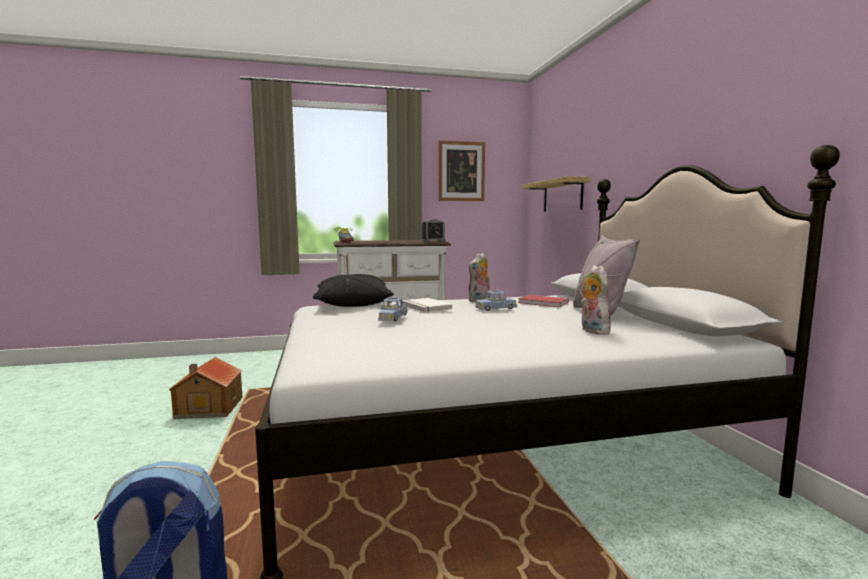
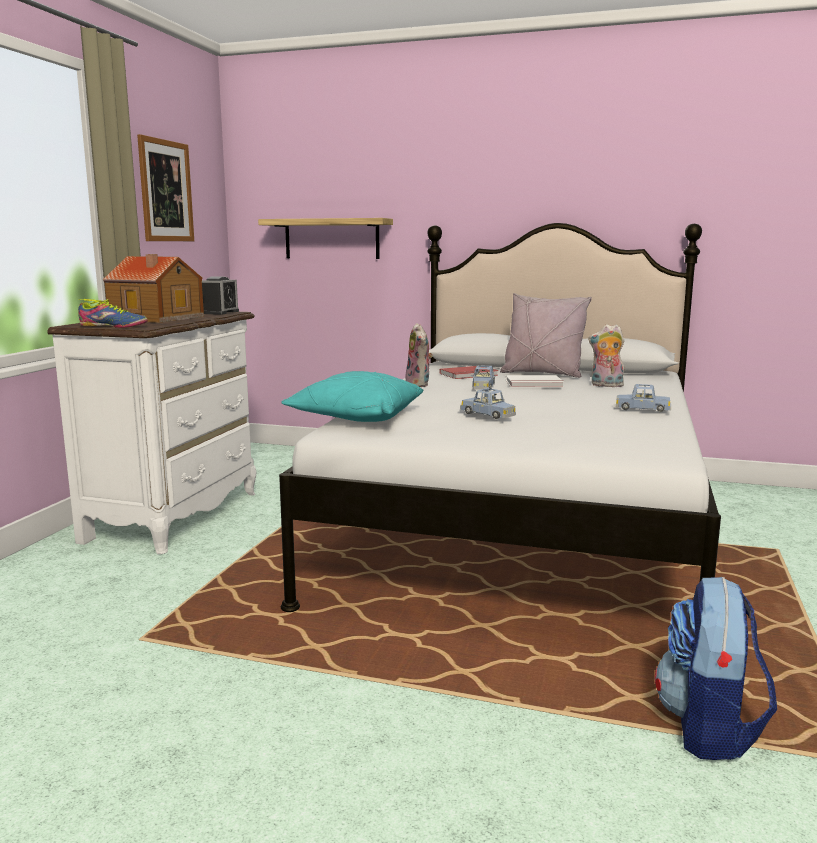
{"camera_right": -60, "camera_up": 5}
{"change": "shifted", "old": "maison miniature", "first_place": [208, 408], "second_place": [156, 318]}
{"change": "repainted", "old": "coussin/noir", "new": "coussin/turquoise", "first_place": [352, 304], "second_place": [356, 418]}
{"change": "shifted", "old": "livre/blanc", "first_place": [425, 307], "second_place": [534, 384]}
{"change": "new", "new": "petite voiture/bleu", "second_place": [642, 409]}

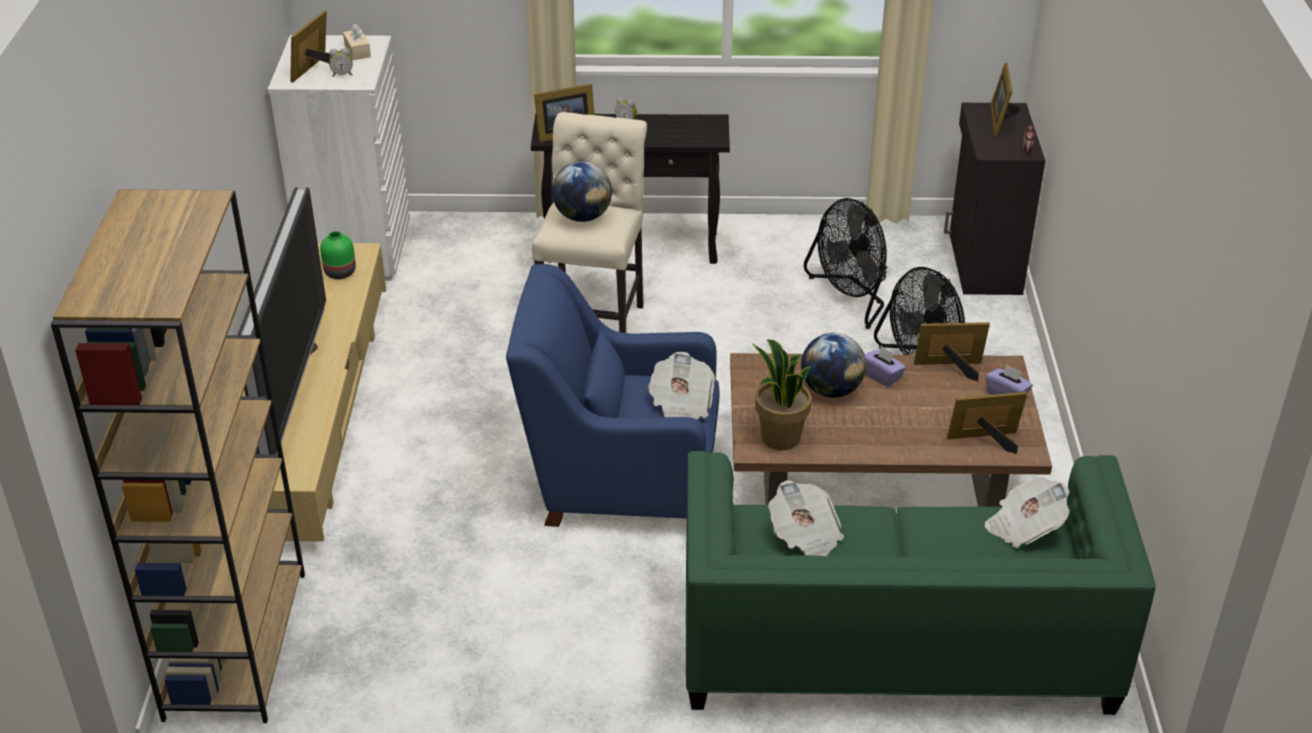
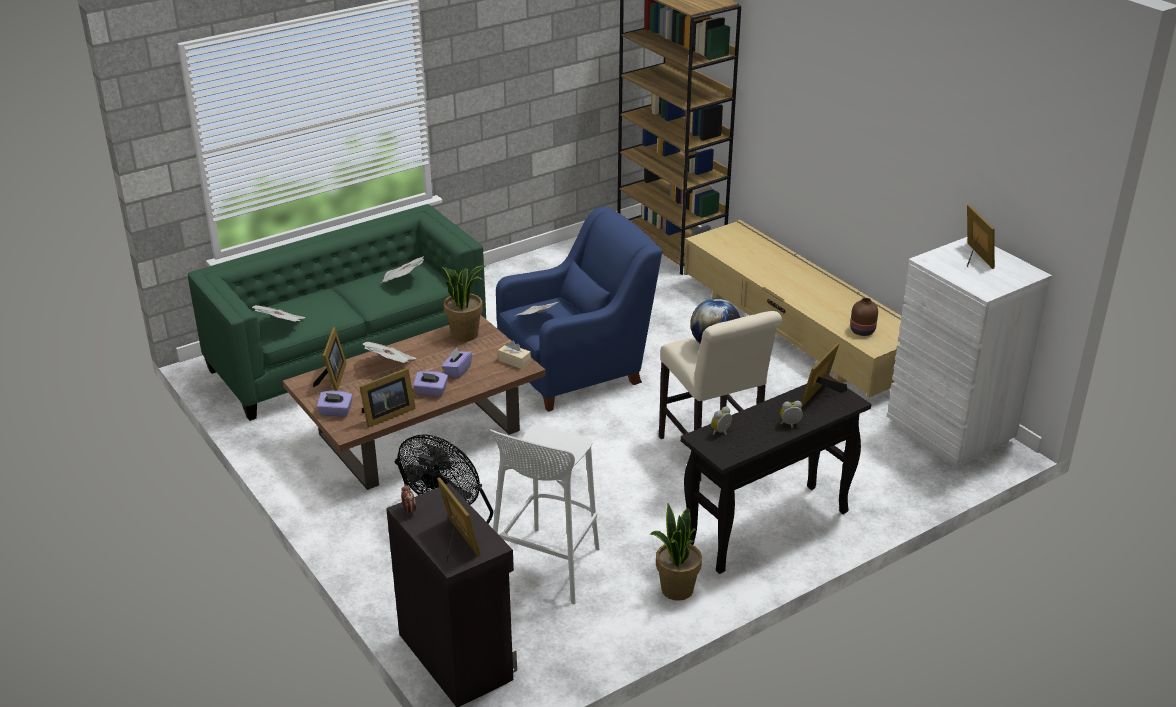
{"camera_right": 145, "camera_up": -5}
{"change": "gone", "old": "téléviseur", "first_place": [283, 400]}
{"change": "repainted", "old": "vase/vert", "new": "vase/marron", "first_place": [340, 273], "second_place": [861, 331]}
{"change": "shifted", "old": "réveil", "first_place": [342, 74], "second_place": [721, 432]}
{"change": "shifted", "old": "boîte à mouchoirs/beige", "first_place": [357, 51], "second_place": [514, 361]}
{"change": "swapped", "old": "globe", "new": "boîte à mouchoirs/violet", "first_place": [831, 390], "second_place": [457, 371]}
{"change": "swapped", "old": "ventilateur/noir", "new": "tabouret/blanc", "first_place": [853, 294], "second_place": [547, 566]}
{"change": "rotated", "old": "cadre photo", "first_place": [986, 441], "second_place": [333, 378], "degrees": -45}
{"change": "new", "new": "journal", "second_place": [391, 364]}
{"change": "new", "new": "plante en pot", "second_place": [676, 589]}

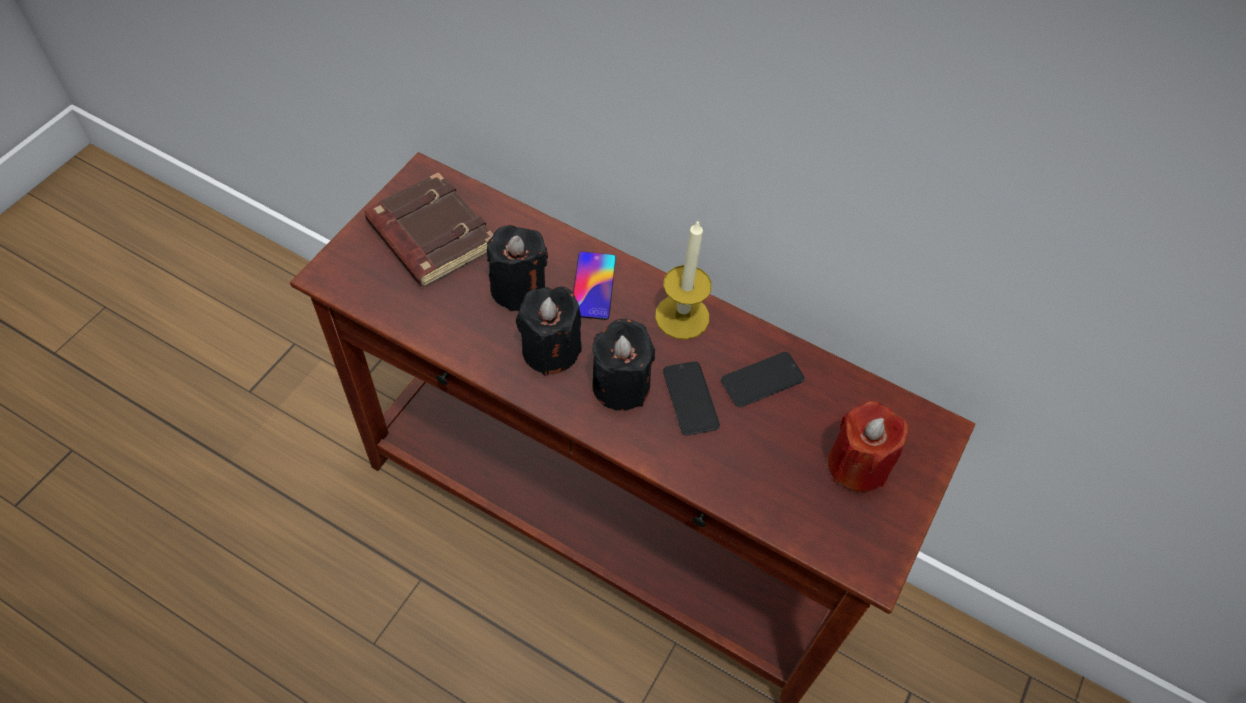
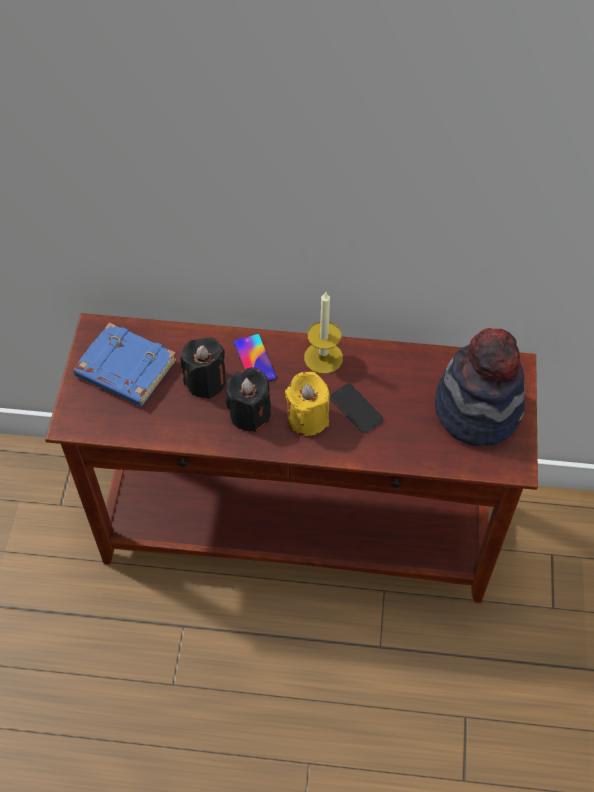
{"camera_right": -20, "camera_up": 0}
{"change": "repainted", "old": "livre/marron", "new": "livre/bleu", "first_place": [429, 236], "second_place": [124, 370]}
{"change": "repainted", "old": "bougie/noir", "new": "bougie/jaune", "first_place": [620, 385], "second_place": [307, 418]}
{"change": "gone", "old": "téléphone", "first_place": [762, 380]}
{"change": "swapped", "old": "bougie/rouge", "new": "chapeau", "first_place": [857, 465], "second_place": [478, 408]}

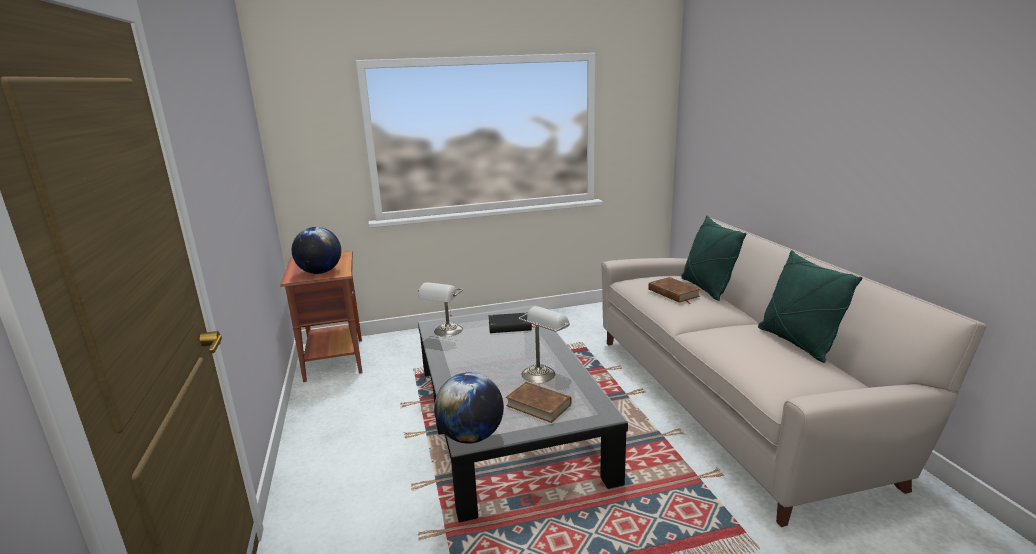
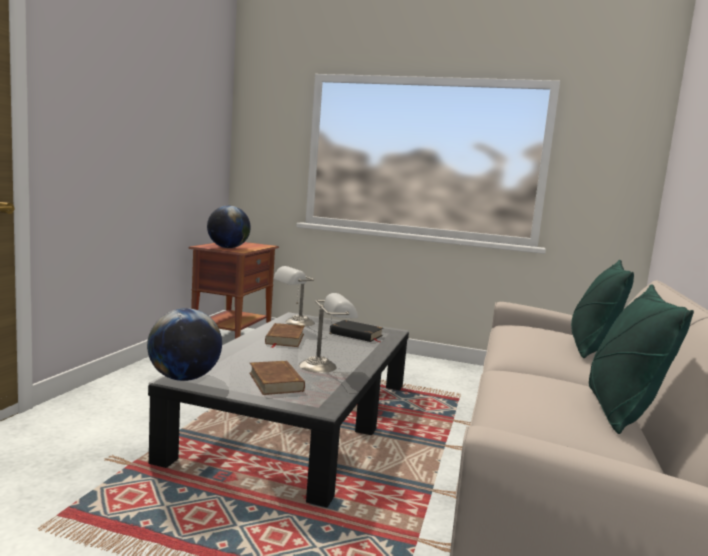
{"camera_right": 30, "camera_up": -10}
{"change": "shifted", "old": "livre/marron", "first_place": [673, 293], "second_place": [284, 339]}

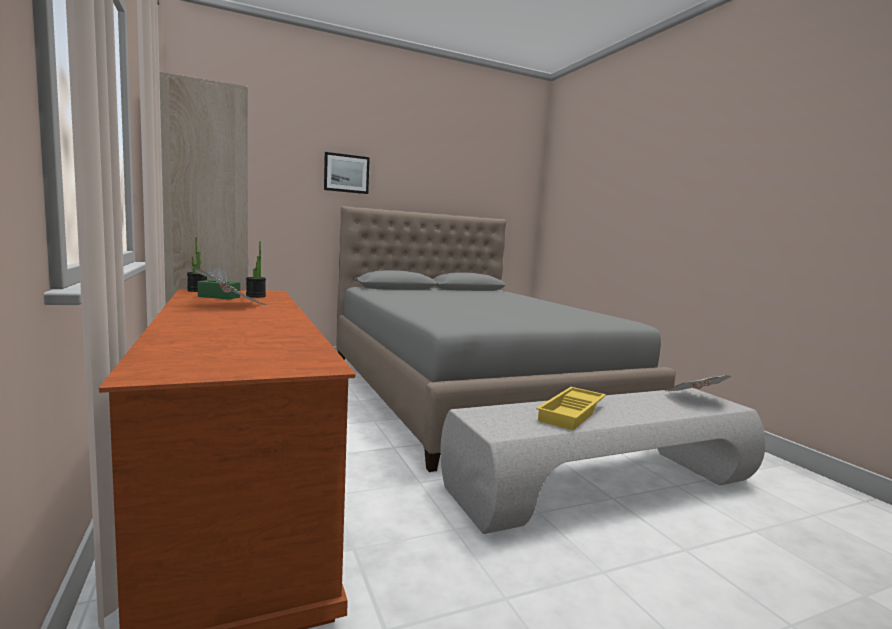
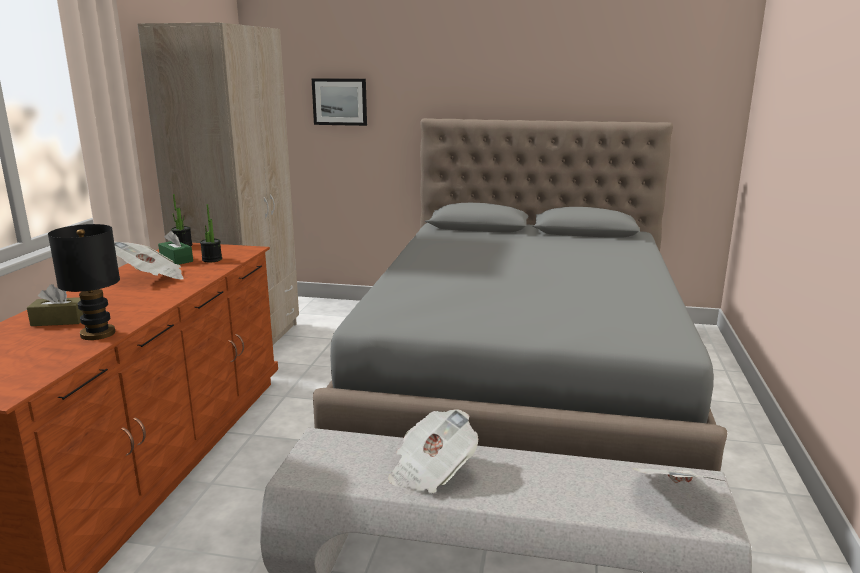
{"camera_right": 35, "camera_up": 10}
{"change": "shifted", "old": "tableau", "first_place": [346, 173], "second_place": [340, 101]}
{"change": "swapped", "old": "plateau/jaune", "new": "journal", "first_place": [572, 413], "second_place": [431, 471]}
{"change": "new", "new": "boîte à mouchoirs/marron", "second_place": [59, 320]}
{"change": "new", "new": "lampe de table/noir", "second_place": [97, 334]}

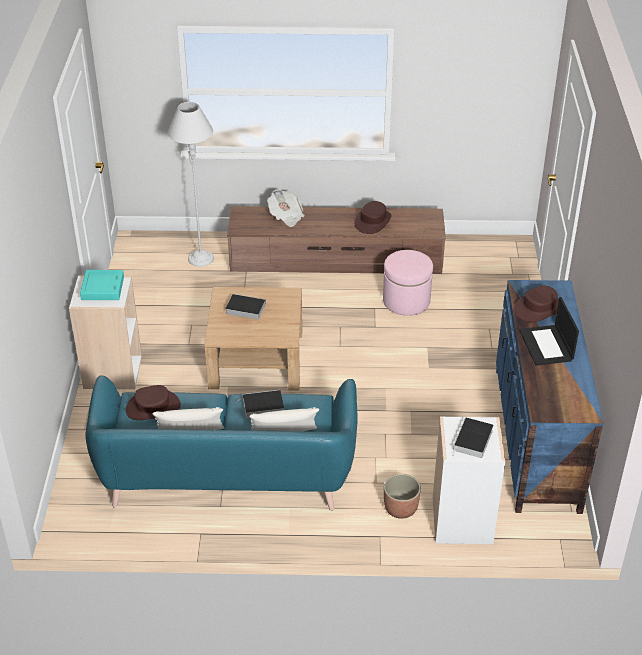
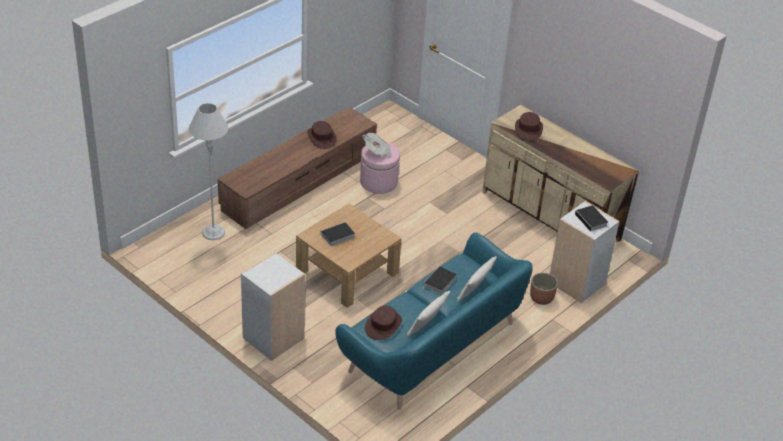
{"camera_right": -50, "camera_up": 0}
{"change": "gone", "old": "plateau/turquoise", "first_place": [102, 288]}
{"change": "shifted", "old": "journal", "first_place": [286, 216], "second_place": [377, 152]}
{"change": "repainted", "old": "meuble de rangement/bleu", "new": "meuble de rangement/beige", "first_place": [534, 439], "second_place": [550, 217]}
{"change": "gone", "old": "ordinateur portable", "first_place": [547, 346]}

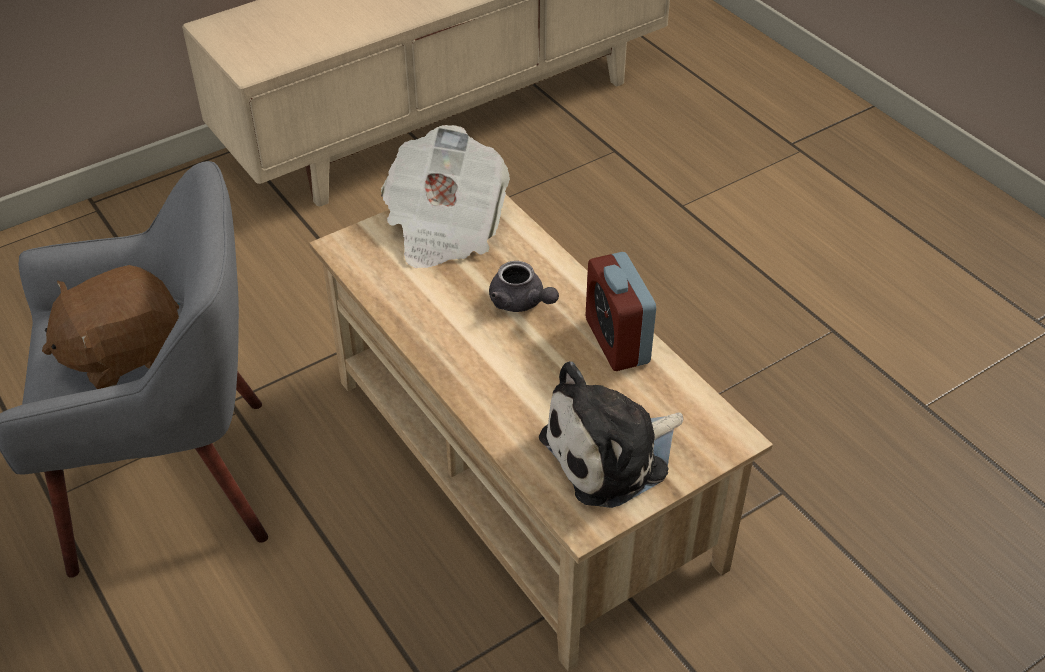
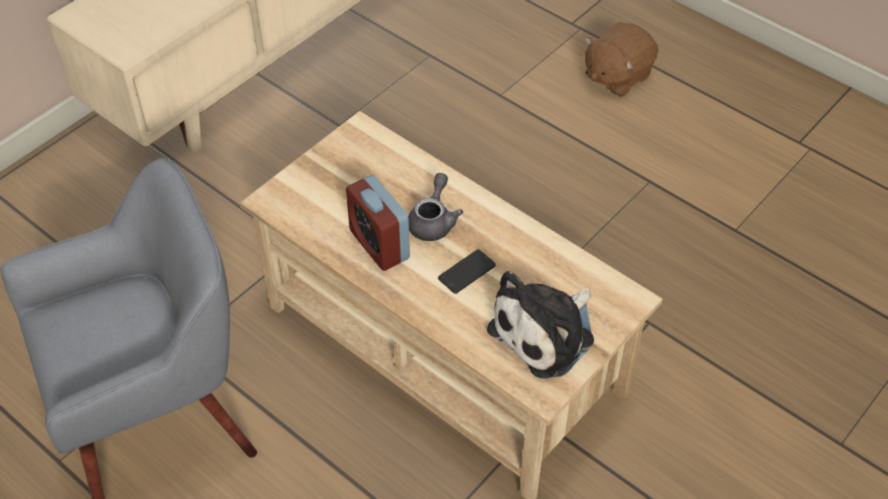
{"camera_right": -15, "camera_up": 5}
{"change": "shifted", "old": "peluche/marron", "first_place": [124, 353], "second_place": [616, 76]}
{"change": "gone", "old": "journal", "first_place": [444, 226]}
{"change": "rotated", "old": "théière/gris", "first_place": [521, 302], "second_place": [433, 221], "degrees": -105}
{"change": "shifted", "old": "réveil", "first_place": [617, 341], "second_place": [379, 245]}
{"change": "new", "new": "téléphone", "second_place": [466, 272]}

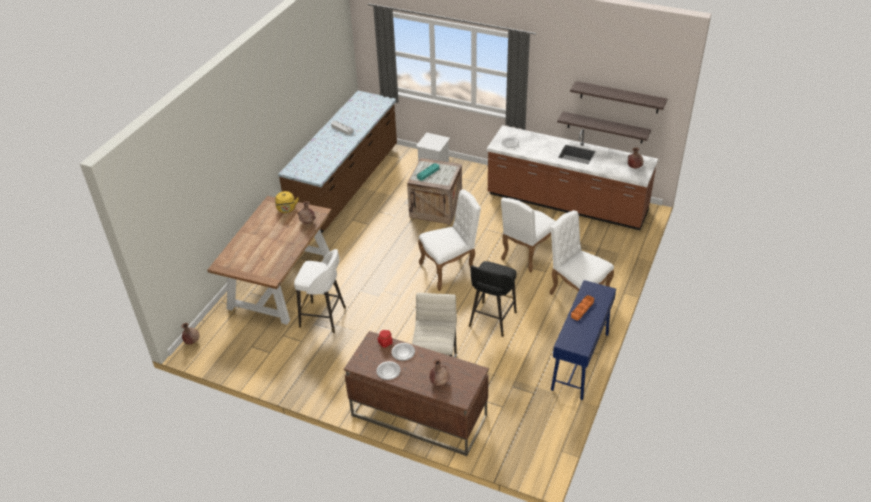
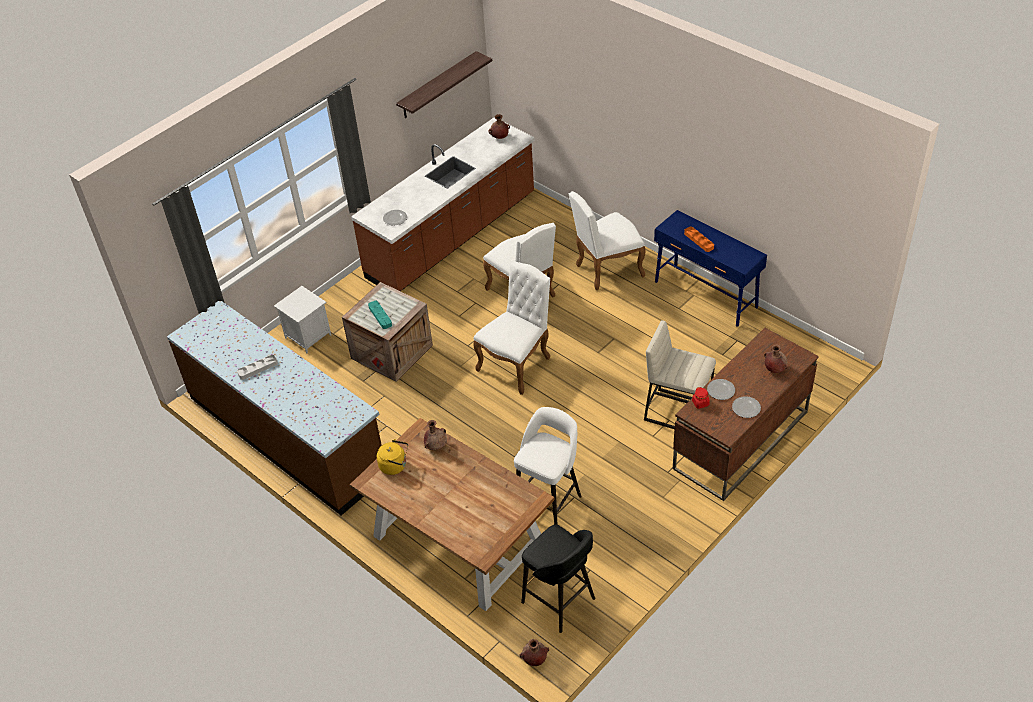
{"camera_right": -70, "camera_up": 5}
{"change": "rotated", "old": "chaise/blanc", "first_place": [449, 269], "second_place": [516, 364], "degrees": 45}
{"change": "shifted", "old": "tabouret/noir", "first_place": [491, 320], "second_place": [560, 602]}
{"change": "gone", "old": "étagère", "first_place": [605, 127]}

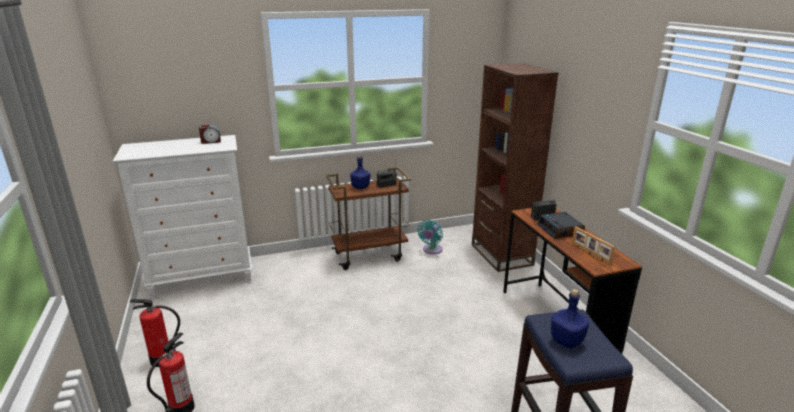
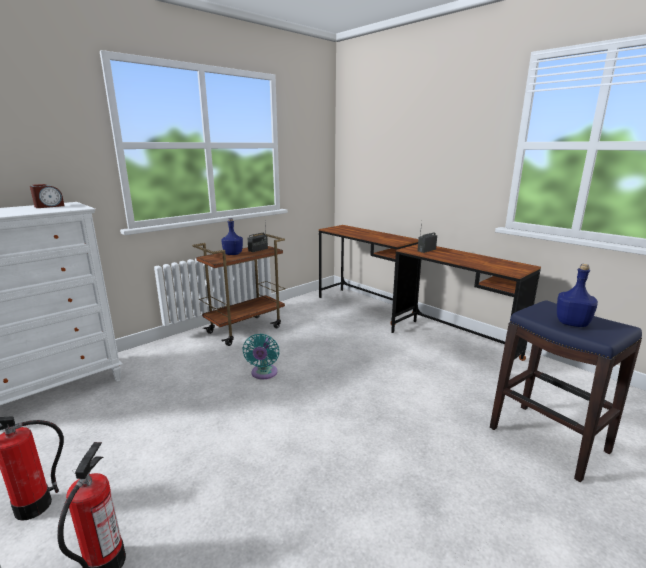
{"camera_right": -25, "camera_up": -5}
{"change": "shifted", "old": "ventilateur/turquoise", "first_place": [431, 250], "second_place": [263, 374]}
{"change": "swapped", "old": "bibliothèque/marron", "new": "bureau/marron", "first_place": [501, 254], "second_place": [364, 306]}
{"change": "gone", "old": "réveil", "first_place": [560, 230]}
{"change": "gone", "old": "cadre photo", "first_place": [590, 253]}

